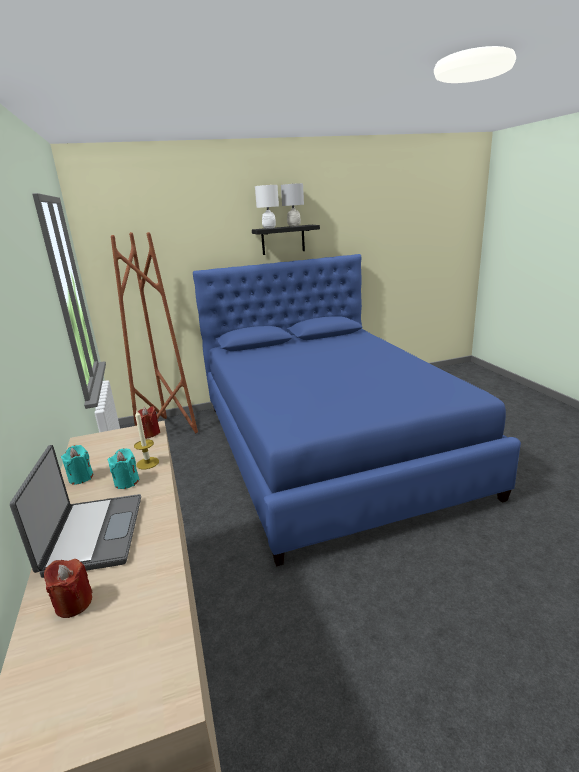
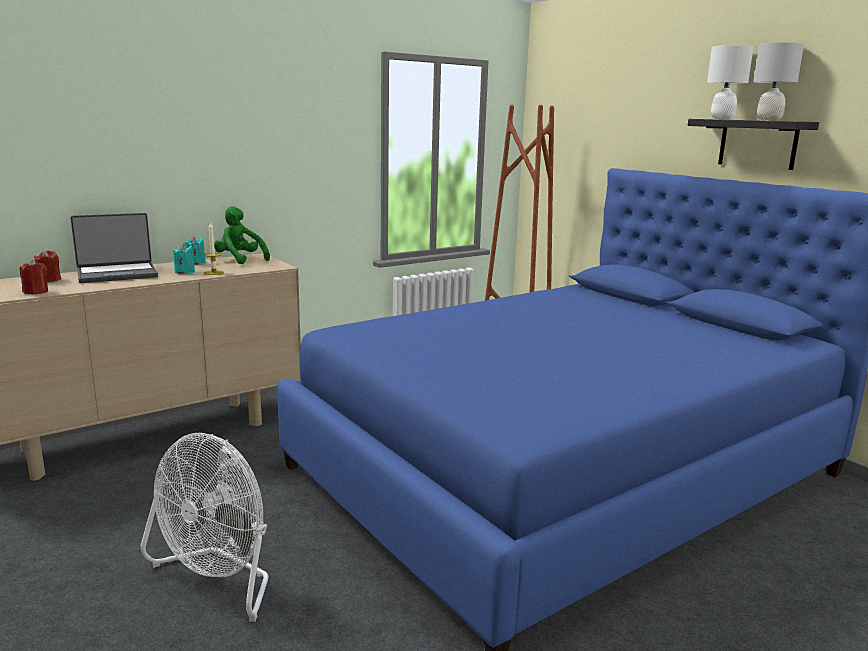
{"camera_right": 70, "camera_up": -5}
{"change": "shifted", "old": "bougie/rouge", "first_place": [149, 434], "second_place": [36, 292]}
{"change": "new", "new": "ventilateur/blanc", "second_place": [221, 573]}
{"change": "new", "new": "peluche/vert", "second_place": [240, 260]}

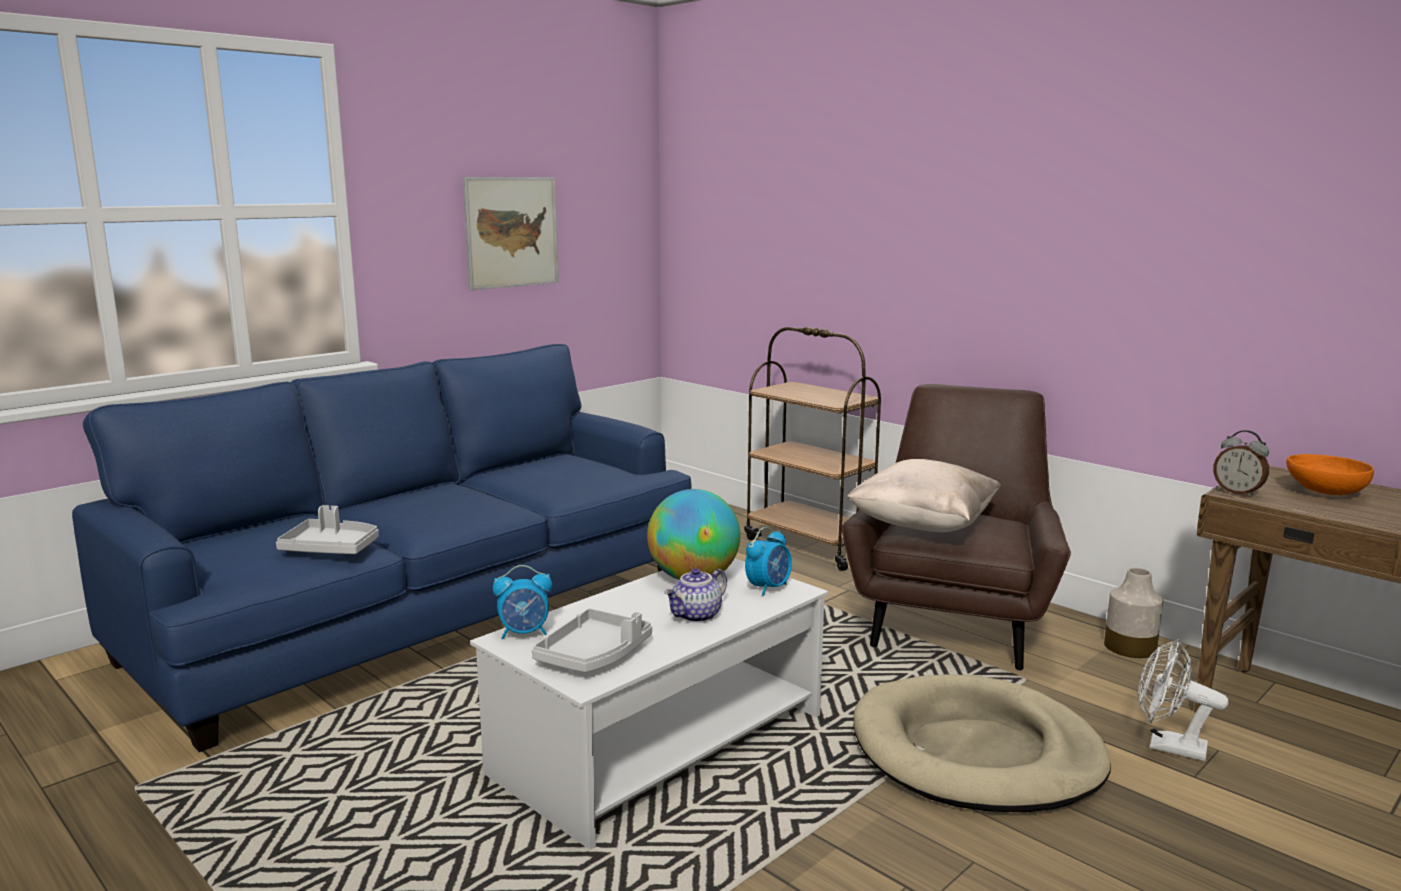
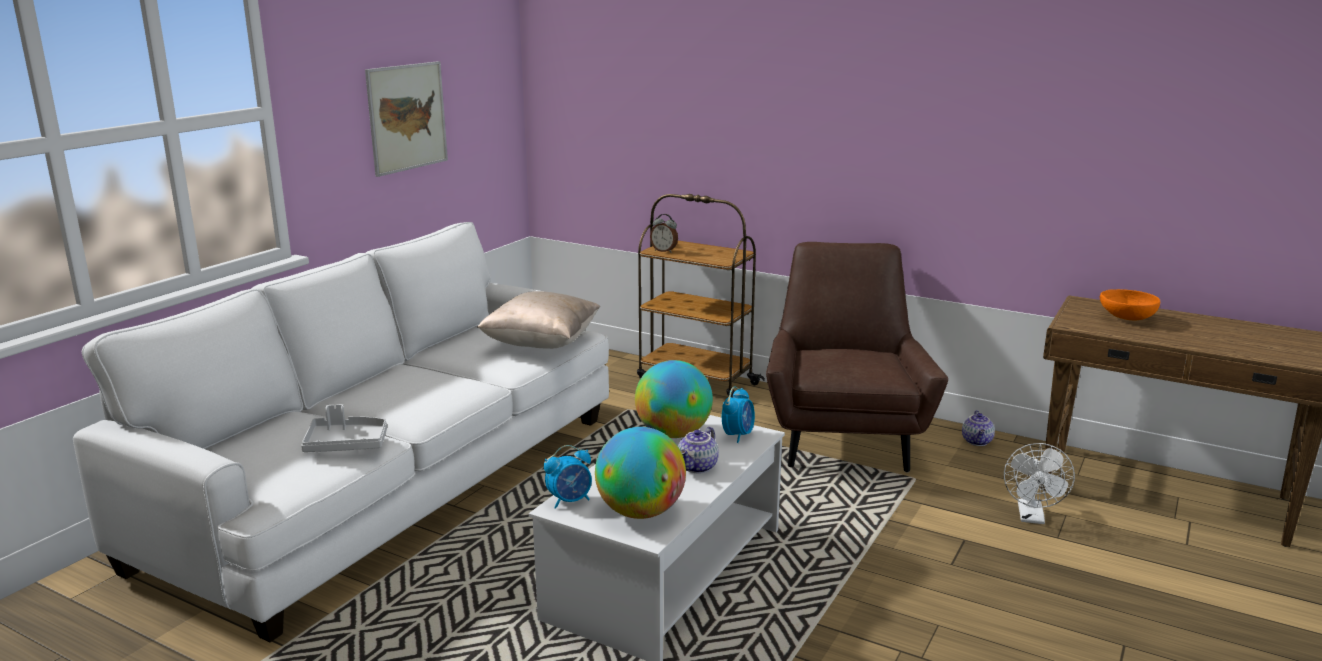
{"camera_right": -15, "camera_up": 5}
{"change": "repainted", "old": "canapé/bleu", "new": "canapé/blanc", "first_place": [424, 614], "second_place": [393, 487]}
{"change": "swapped", "old": "plateau/gris", "new": "globe", "first_place": [594, 655], "second_place": [640, 512]}
{"change": "shifted", "old": "coussin/beige", "first_place": [923, 526], "second_place": [541, 344]}
{"change": "gone", "old": "panier pour chien/beige", "first_place": [976, 752]}
{"change": "swapped", "old": "vase/beige", "new": "théière", "first_place": [1130, 646], "second_place": [977, 441]}
{"change": "rotated", "old": "ventilateur/blanc", "first_place": [1167, 746], "second_place": [1032, 517], "degrees": -90}
{"change": "shifted", "old": "réveil", "first_place": [1238, 492], "second_place": [664, 251]}

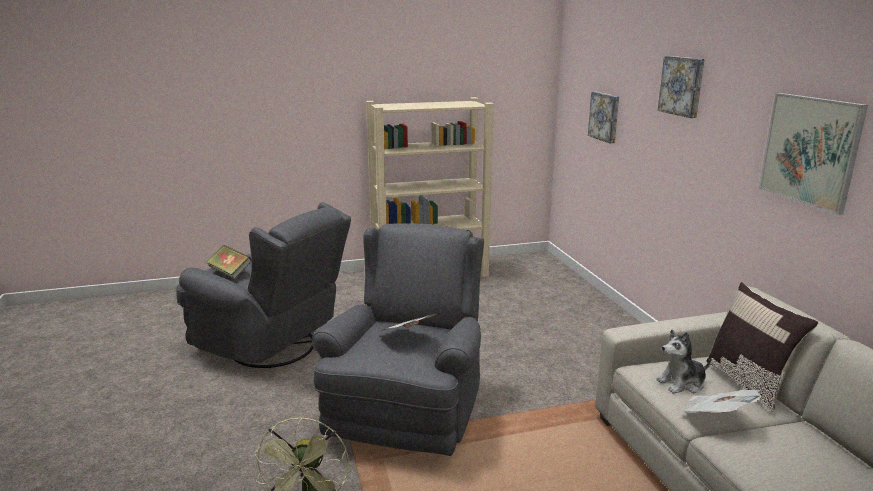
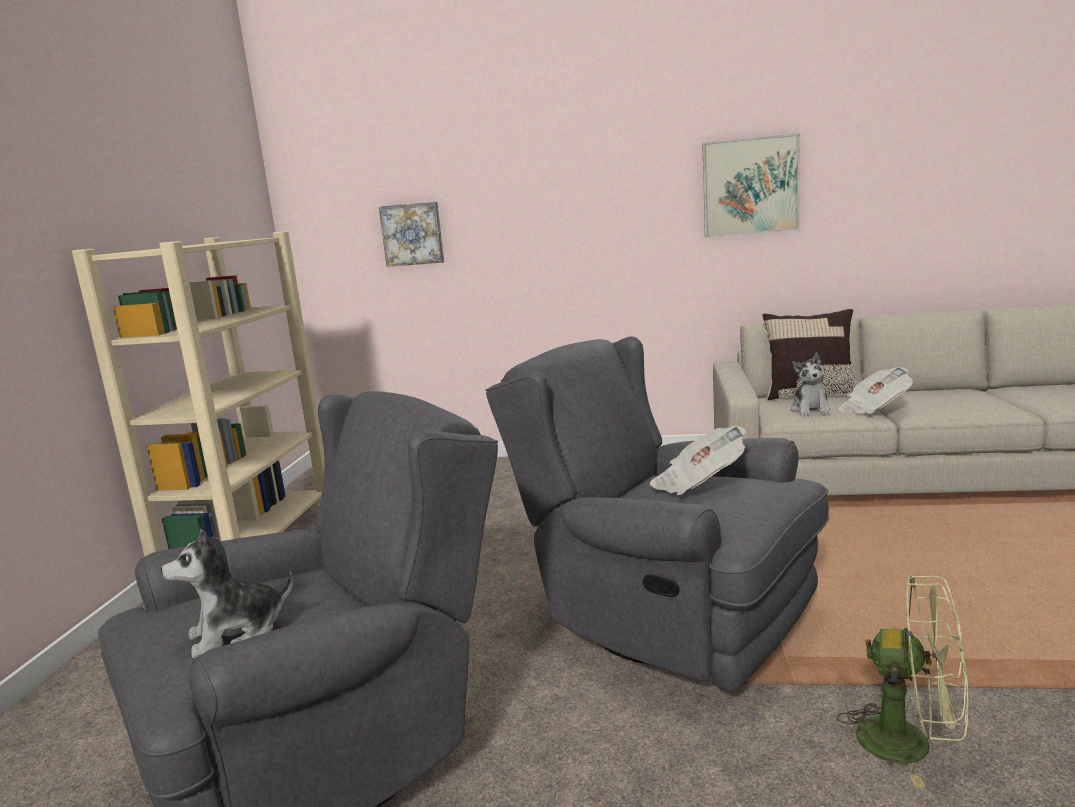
{"camera_right": -65, "camera_up": -5}
{"change": "swapped", "old": "livre", "new": "peluche", "first_place": [230, 273], "second_place": [236, 633]}
{"change": "gone", "old": "tableau", "first_place": [682, 86]}

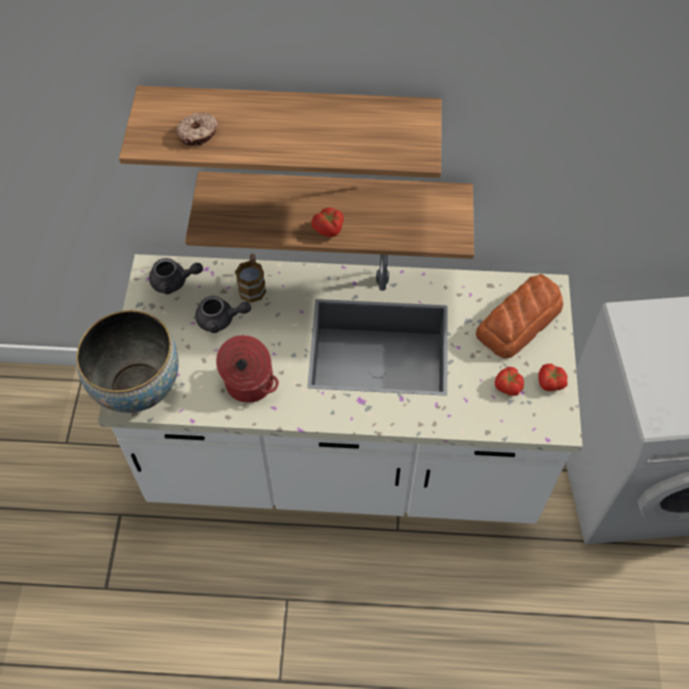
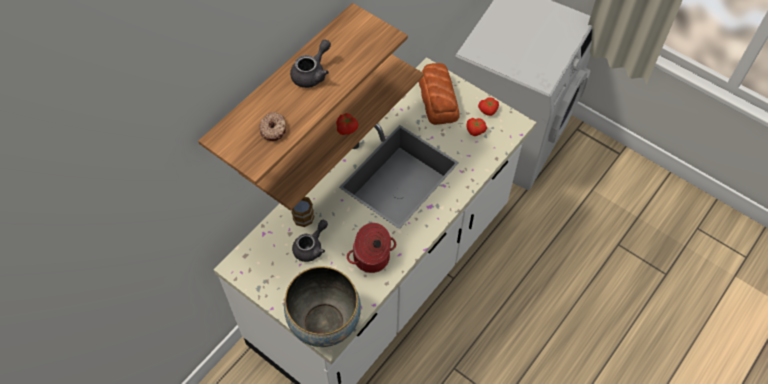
{"camera_right": -55, "camera_up": 0}
{"change": "shifted", "old": "théière/gris", "first_place": [174, 282], "second_place": [312, 73]}

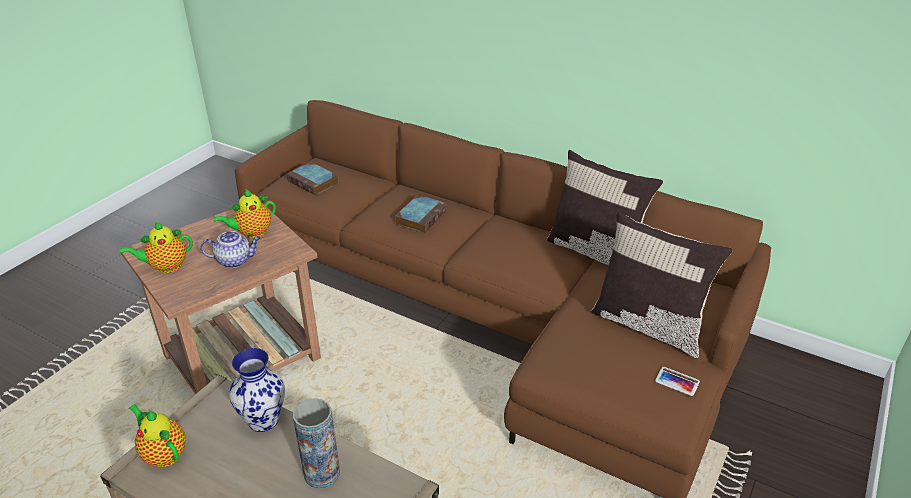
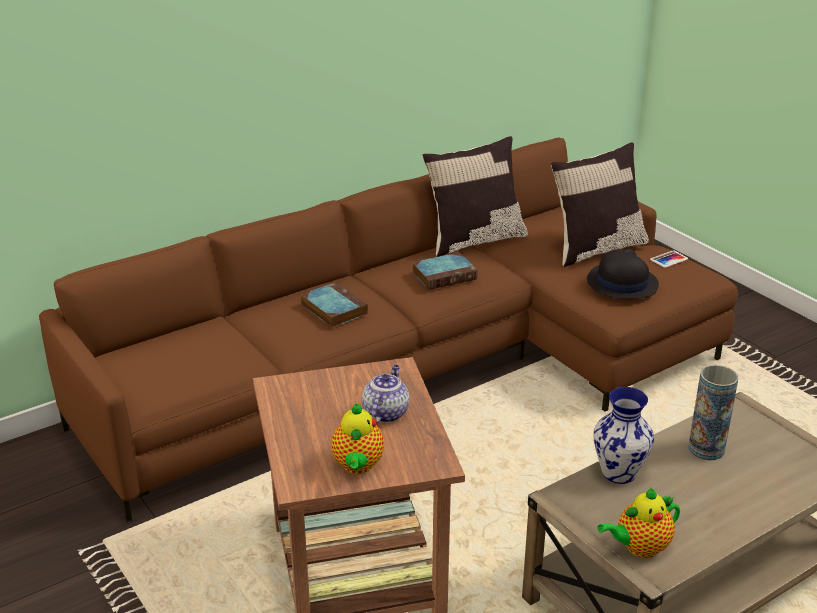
{"camera_right": -65, "camera_up": -5}
{"change": "gone", "old": "théière", "first_place": [252, 233]}
{"change": "shifted", "old": "livre", "first_place": [314, 182], "second_place": [445, 275]}
{"change": "new", "new": "chapeau/noir", "second_place": [621, 283]}

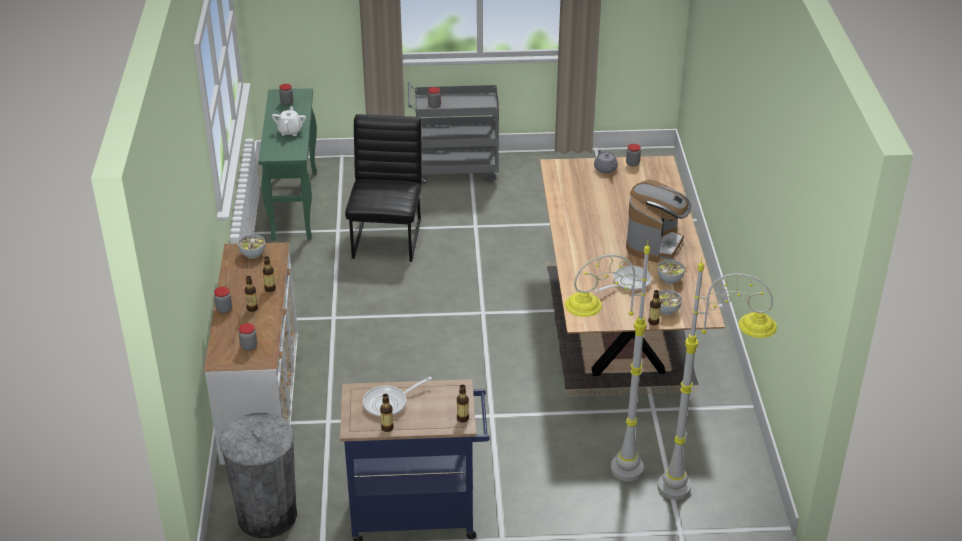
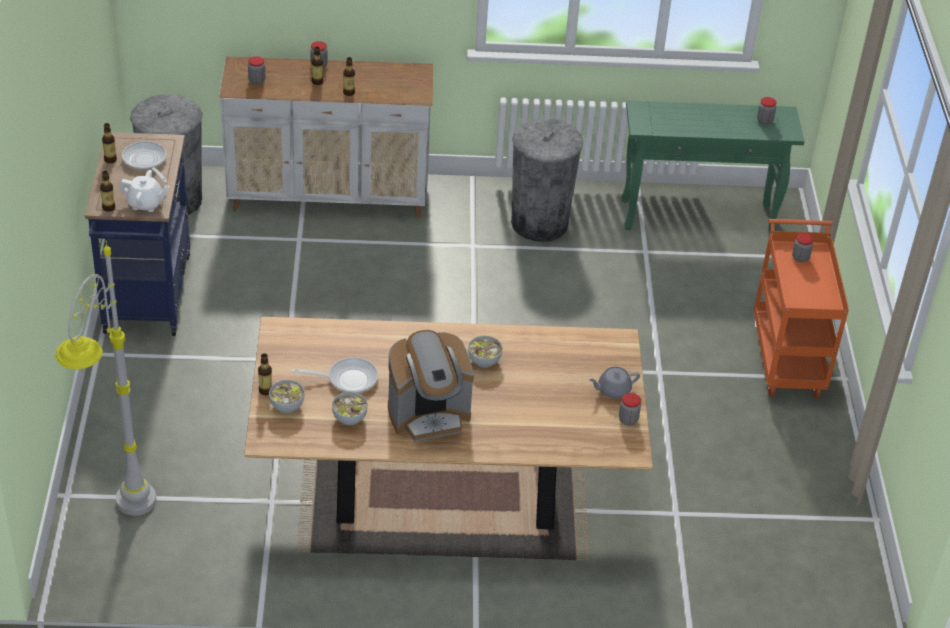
{"camera_right": 90, "camera_up": 5}
{"change": "shifted", "old": "bol", "first_place": [253, 254], "second_place": [484, 361]}
{"change": "shifted", "old": "théière/blanc", "first_place": [290, 131], "second_place": [145, 204]}
{"change": "gone", "old": "chaise/noir", "first_place": [388, 237]}
{"change": "repainted", "old": "chariot/gris", "new": "chariot/orange", "first_place": [454, 173], "second_place": [786, 360]}
{"change": "gone", "old": "lampadaire/gris", "first_place": [599, 473]}
{"change": "rotated", "old": "poêle", "first_place": [628, 282], "second_place": [348, 379], "degrees": -60}
{"change": "rotated", "old": "machine à café", "first_place": [655, 244], "second_place": [429, 415], "degrees": -45}
{"change": "new", "new": "poubelle/gris", "second_place": [539, 223]}

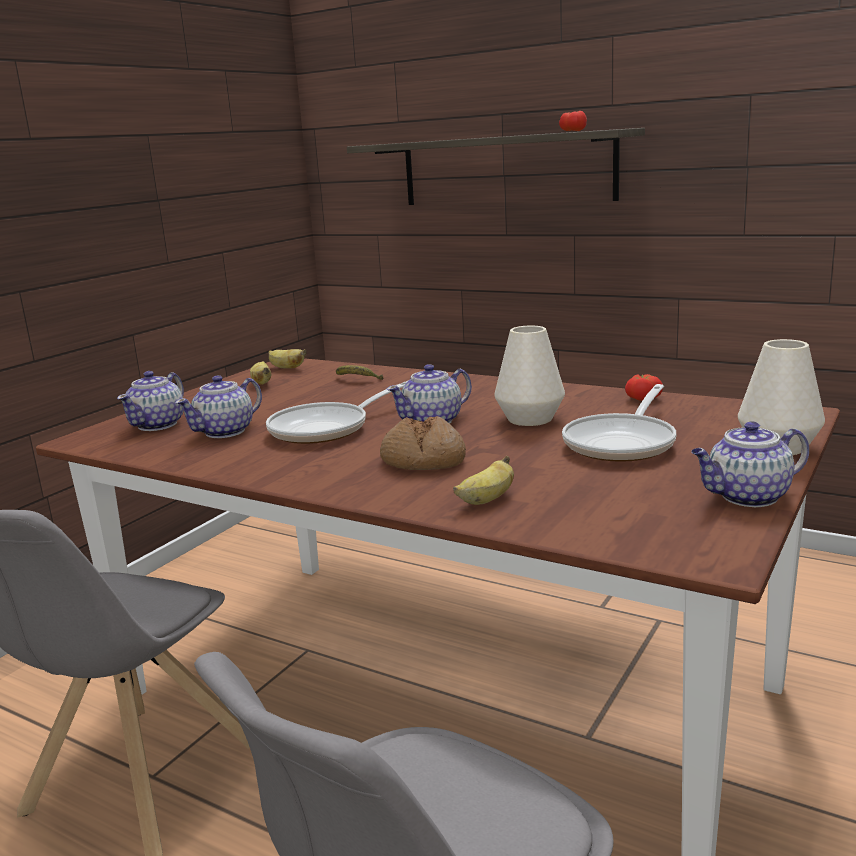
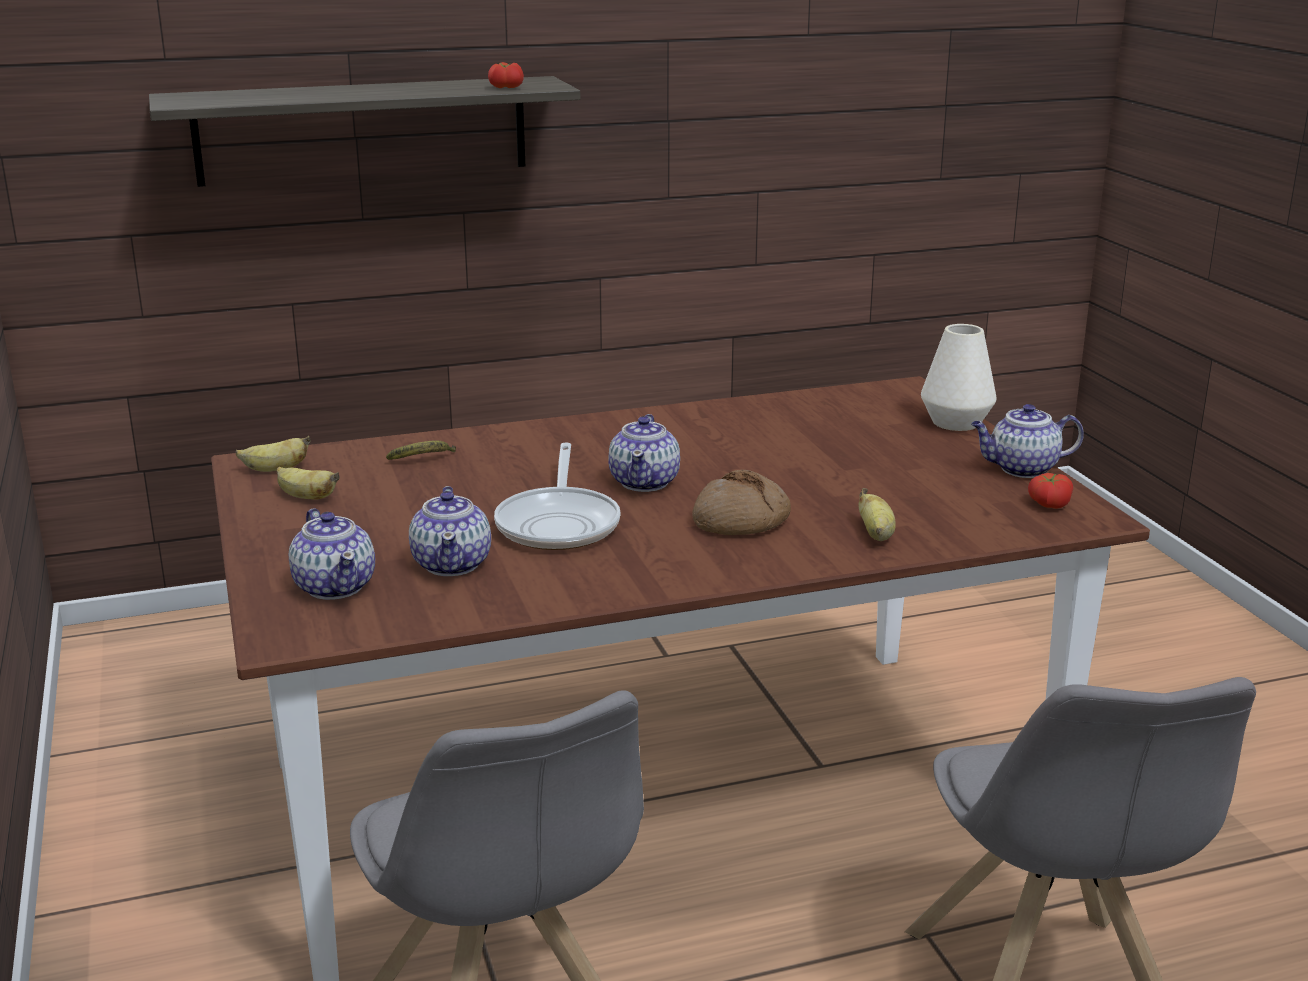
{"camera_right": -50, "camera_up": 5}
{"change": "gone", "old": "vase/blanc", "first_place": [529, 419]}
{"change": "gone", "old": "poêle", "first_place": [623, 443]}
{"change": "shifted", "old": "tomate", "first_place": [642, 398], "second_place": [1048, 504]}
{"change": "rotated", "old": "théière", "first_place": [747, 497], "second_place": [1021, 469], "degrees": 60}

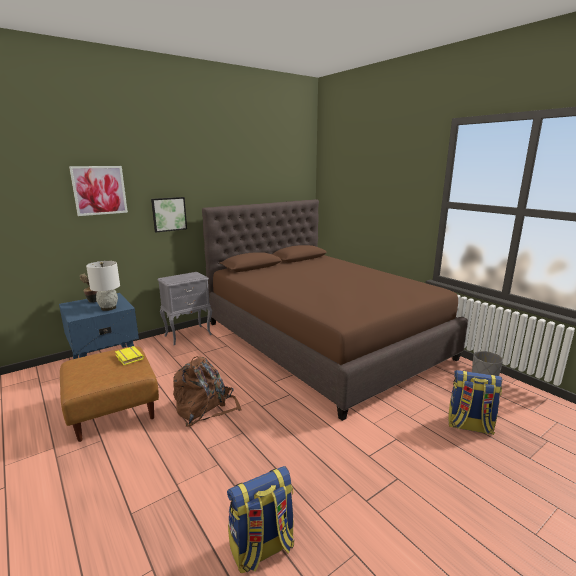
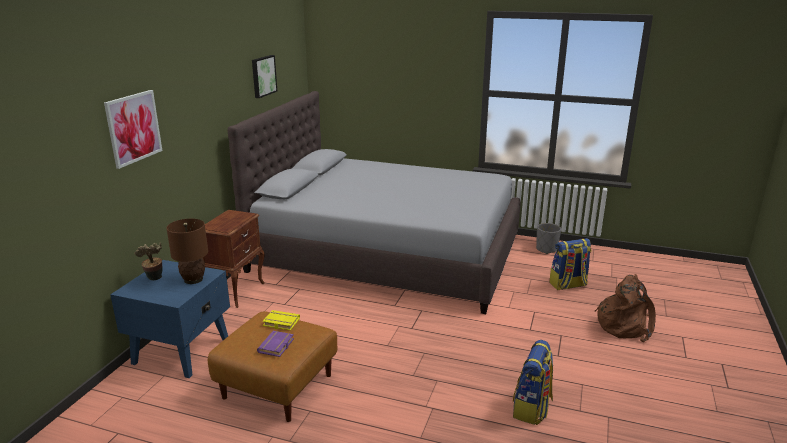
{"camera_right": -35, "camera_up": 5}
{"change": "repainted", "old": "lampe de table/blanc", "new": "lampe de table/marron", "first_place": [108, 308], "second_place": [193, 279]}
{"change": "shifted", "old": "tableau", "first_place": [169, 214], "second_place": [263, 76]}
{"change": "repainted", "old": "table de chevet/gris", "new": "table de chevet/marron", "first_place": [188, 335], "second_place": [237, 292]}
{"change": "shifted", "old": "sac à dos/marron", "first_place": [205, 408], "second_place": [625, 325]}
{"change": "repainted", "old": "lit/marron", "new": "lit/gris", "first_place": [322, 340], "second_place": [386, 253]}
{"change": "new", "new": "livre/violet", "second_place": [276, 346]}

